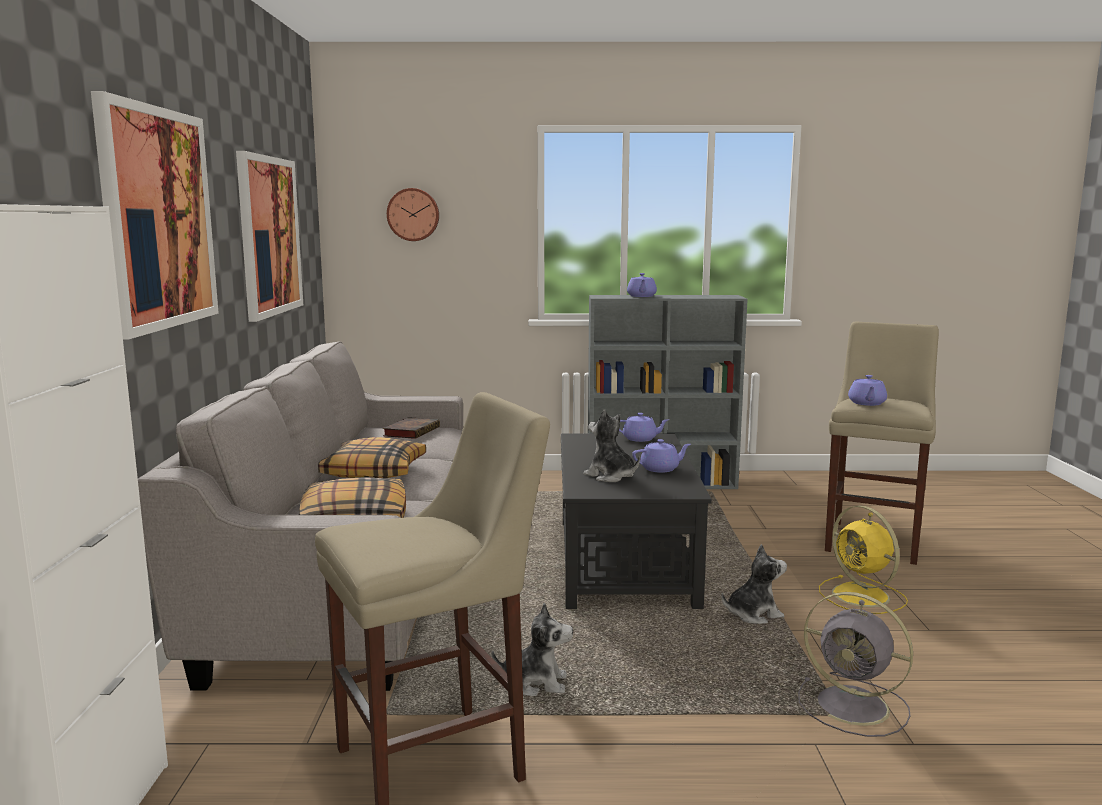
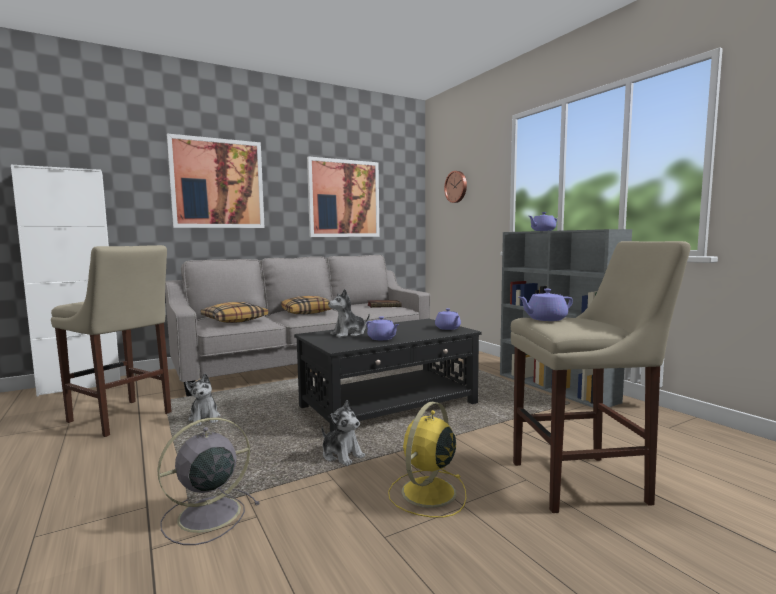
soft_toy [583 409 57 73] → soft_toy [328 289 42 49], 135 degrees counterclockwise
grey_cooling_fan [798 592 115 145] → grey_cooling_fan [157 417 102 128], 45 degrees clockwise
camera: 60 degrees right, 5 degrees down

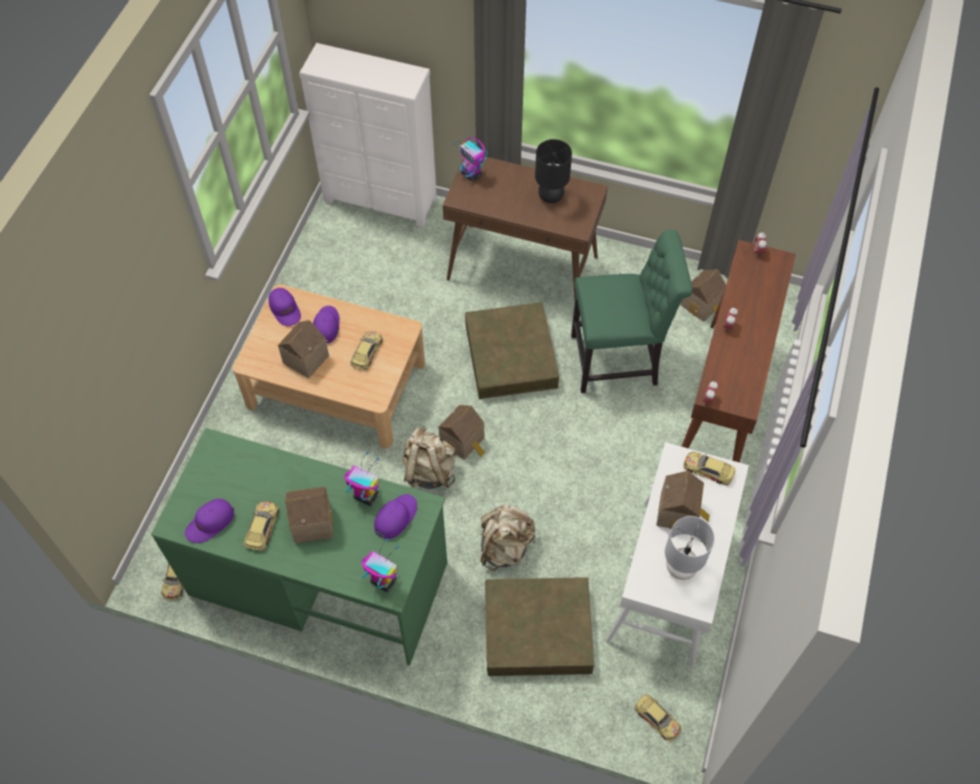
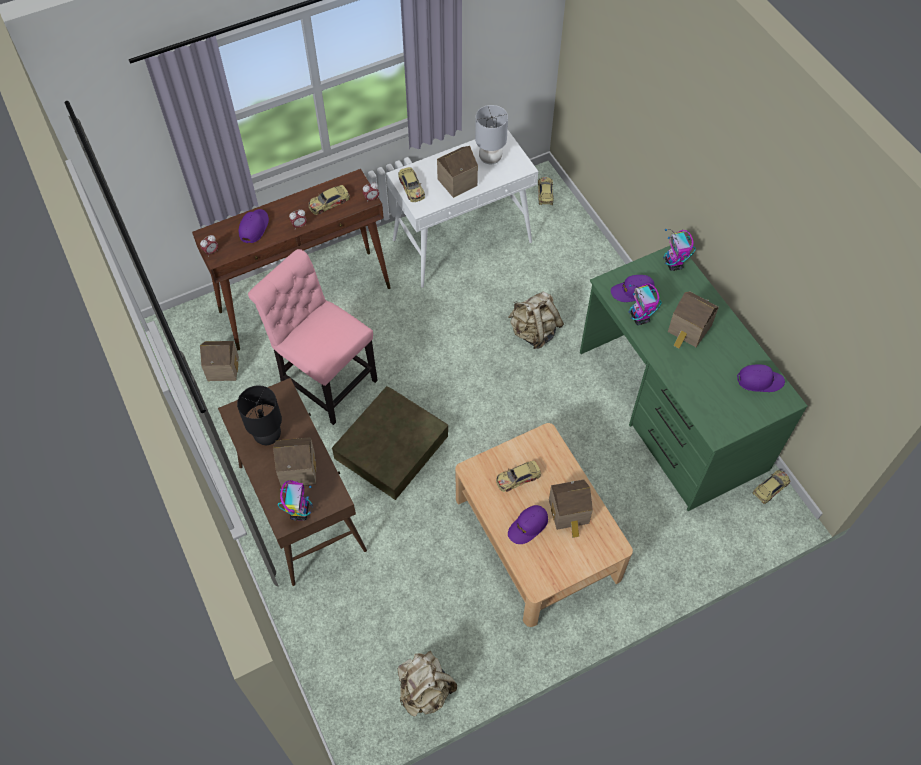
whitish_chest_of_drawers [299 43 138 184] → -
green_plain_chair [571 230 122 163] → pink_plain_chair [248 249 130 176]
purplish_cap [268 288 33 38] → purplish_cap [239 209 30 34], move
model_house [439 405 46 55] → model_house [273 437 43 50], move
beige_backpack [402 426 54 63] → beige_backpack [397 651 60 65], move
toy_car [244 501 35 50] → toy_car [308 185 42 30], move
brown_storage_box [485 577 109 99] → -
camera: 135 degrees left, 0 degrees up

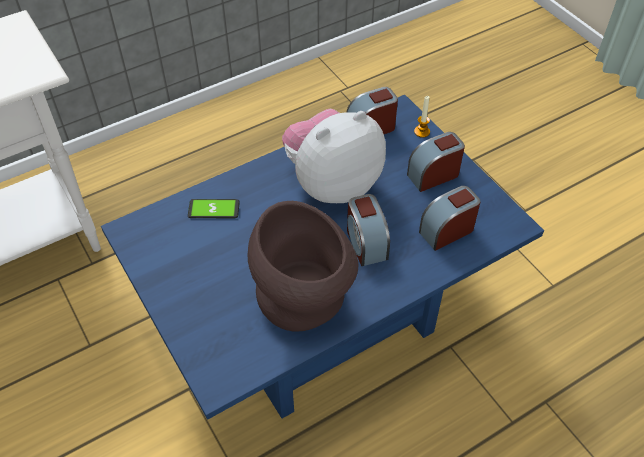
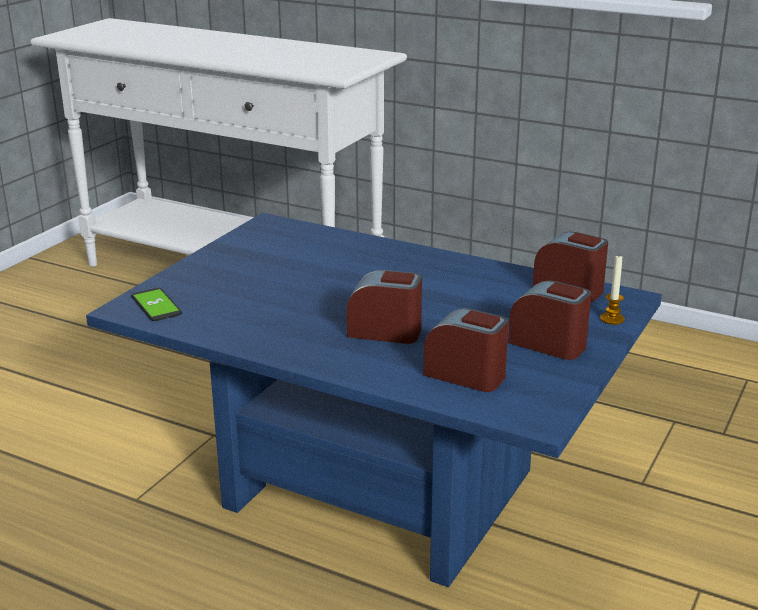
soft_toy [282 109 104 94] → -
alarm_clock [347 194 43 72] → alarm_clock [347 270 75 74], 60 degrees clockwise
handset [188 199 52 19] → handset [131 288 51 33], move
brown_flower_vase [248 201 110 131] → -
camera: 60 degrees right, 25 degrees down

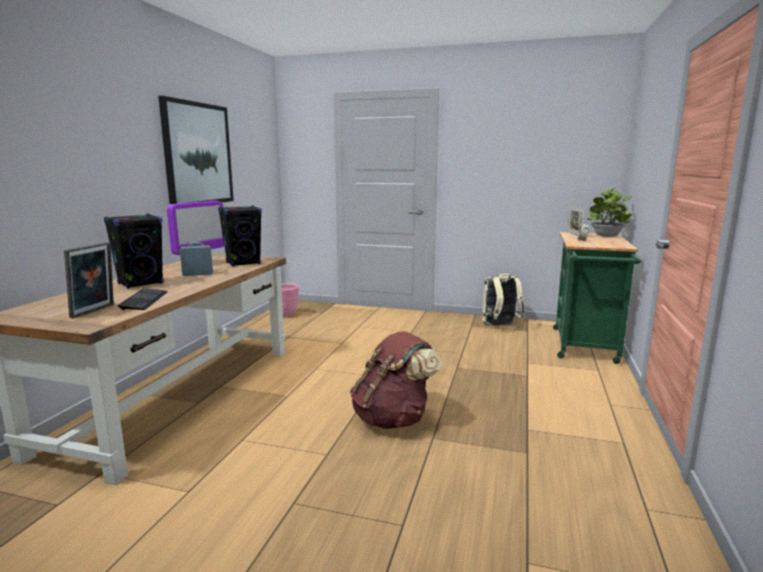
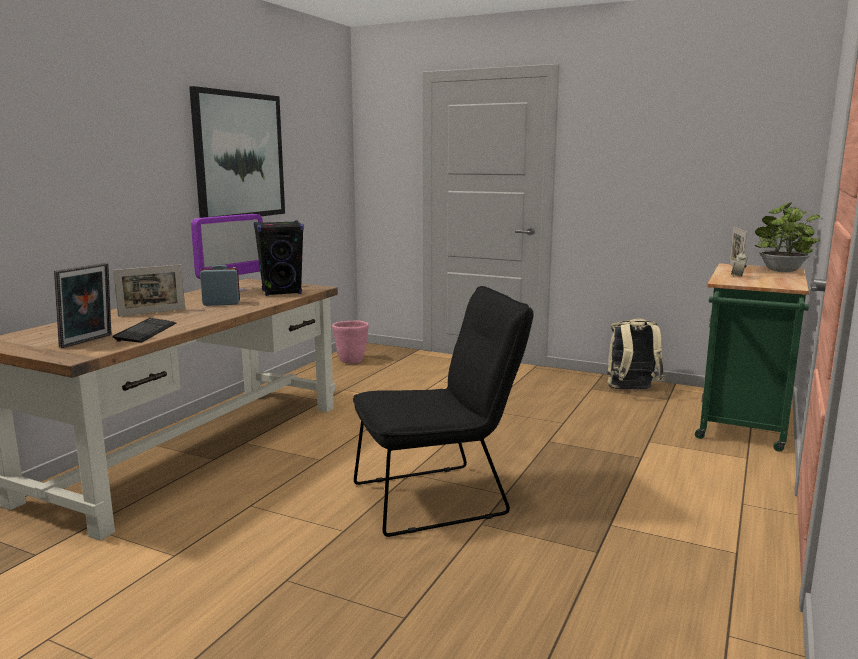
black_loudspeaker [104 214 60 75] → standing_frame [113 264 72 53]
brown_backpack [350 331 92 98] → black_plain_chair [353 286 181 251]
camera: 10 degrees right, 0 degrees up

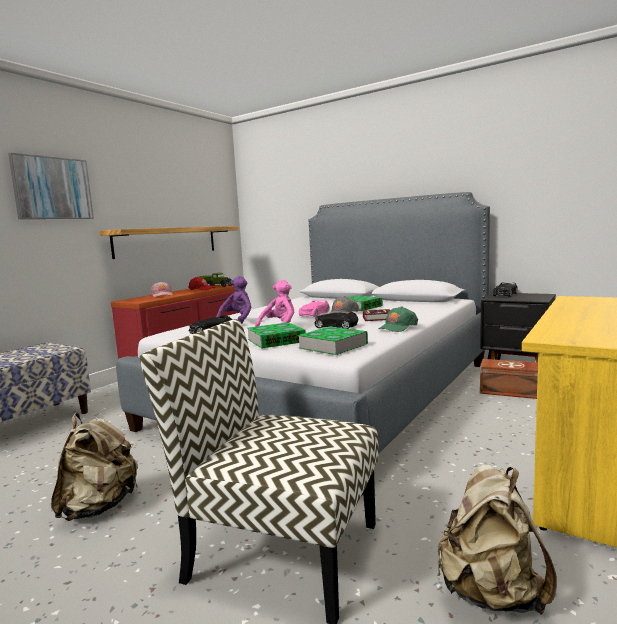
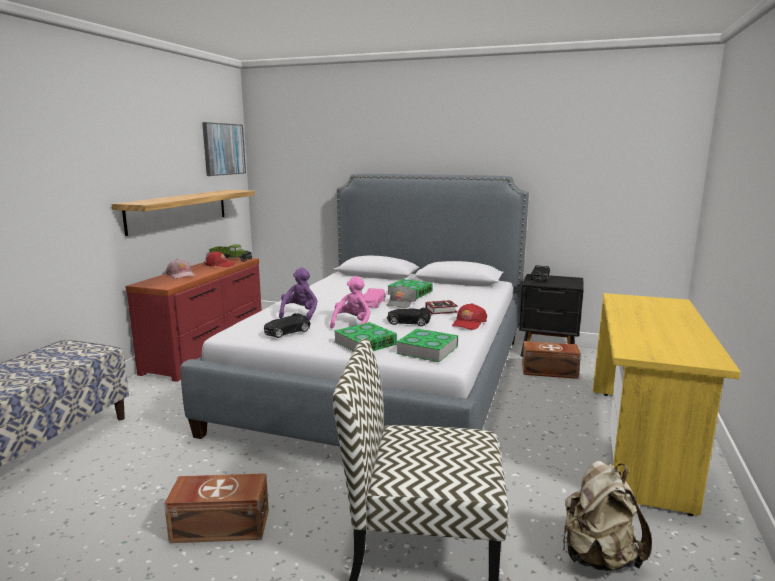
wall_art [8 153 86 66] → wall_art [202 122 44 54], move
green_cap [378 306 40 26] → red_cap [452 303 35 27]
beige_backpack [51 413 87 108] → brown_storage_box [164 473 105 70]
camera: 15 degrees left, 5 degrees up

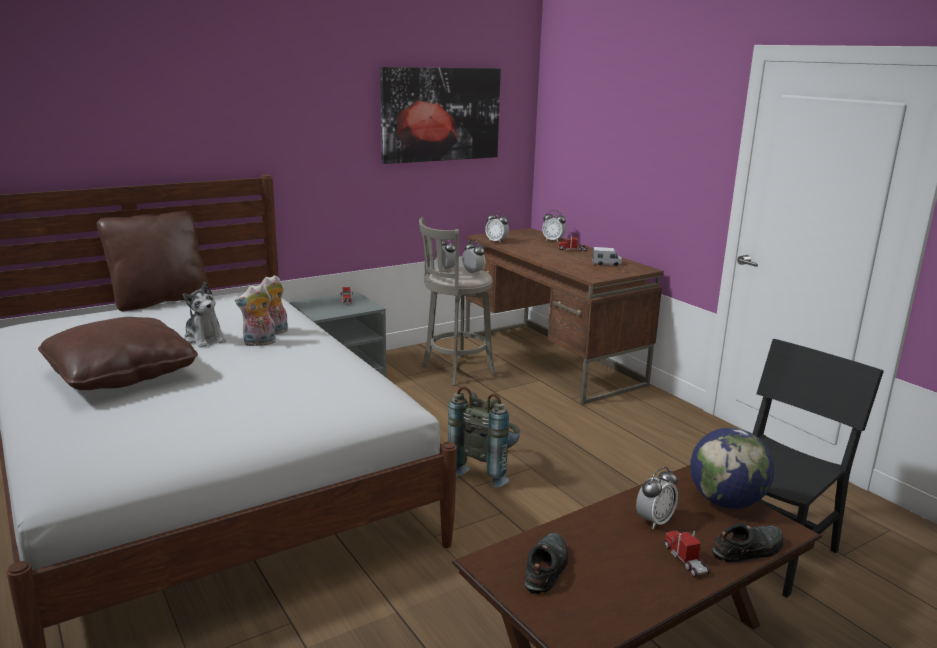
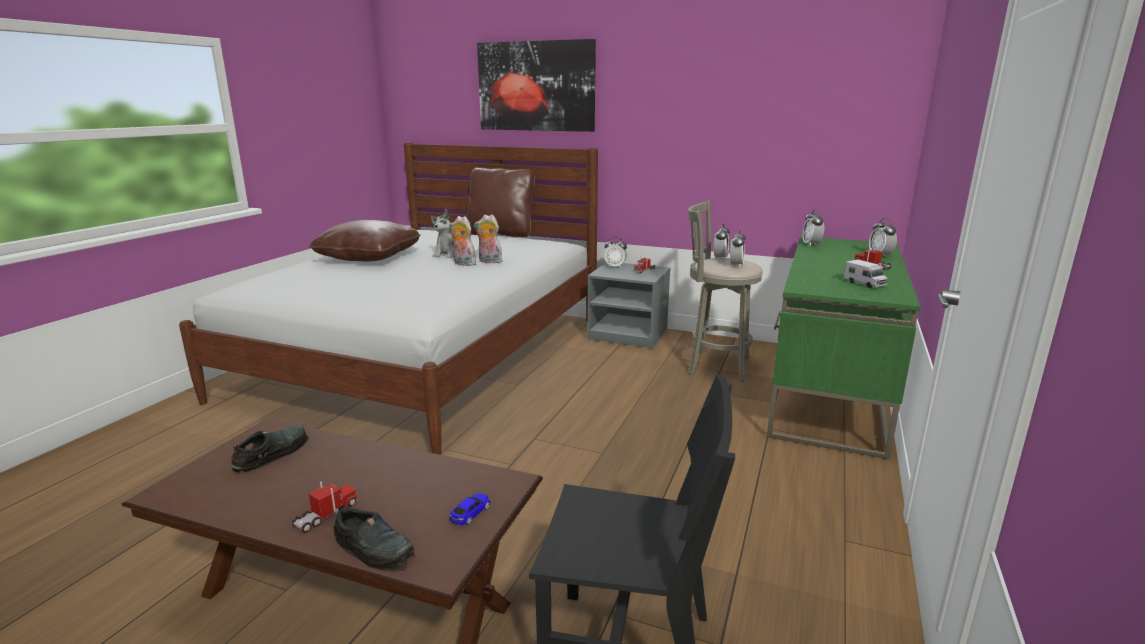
wall_art [380 67 121 97] → wall_art [477 39 119 93], move
brown_desk [465 228 199 177] → green_desk [767 236 153 224]
grey_backpack [448 386 72 102] → -
globe [690 428 84 81] → toy_car [449 493 41 33]
alarm_clock [636 467 42 62] → alarm_clock [604 237 23 31], move
black_item_of_footwear [525 533 43 61] → black_item_of_footwear [231 425 78 48], 45 degrees counterclockwise
camera: 55 degrees right, 0 degrees up

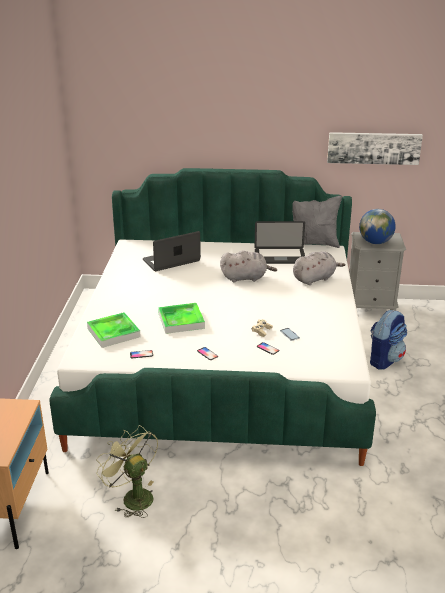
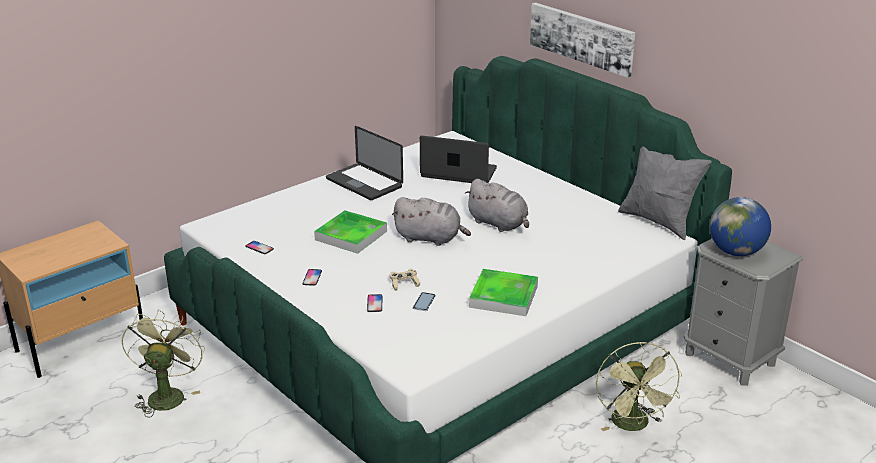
wall_art [327 132 96 33] → wall_art [530 3 106 75], move
laptop [254 221 51 43] → laptop [326 126 77 74], move
grey_soft_toy [293 251 52 34] → grey_soft_toy [392 197 79 49], move
backpack [370 310 37 60] → green_cooling_fan [596 342 86 89]
serving_tray [87 312 54 36] → serving_tray [469 269 69 47], move
camera: 45 degrees right, 0 degrees up

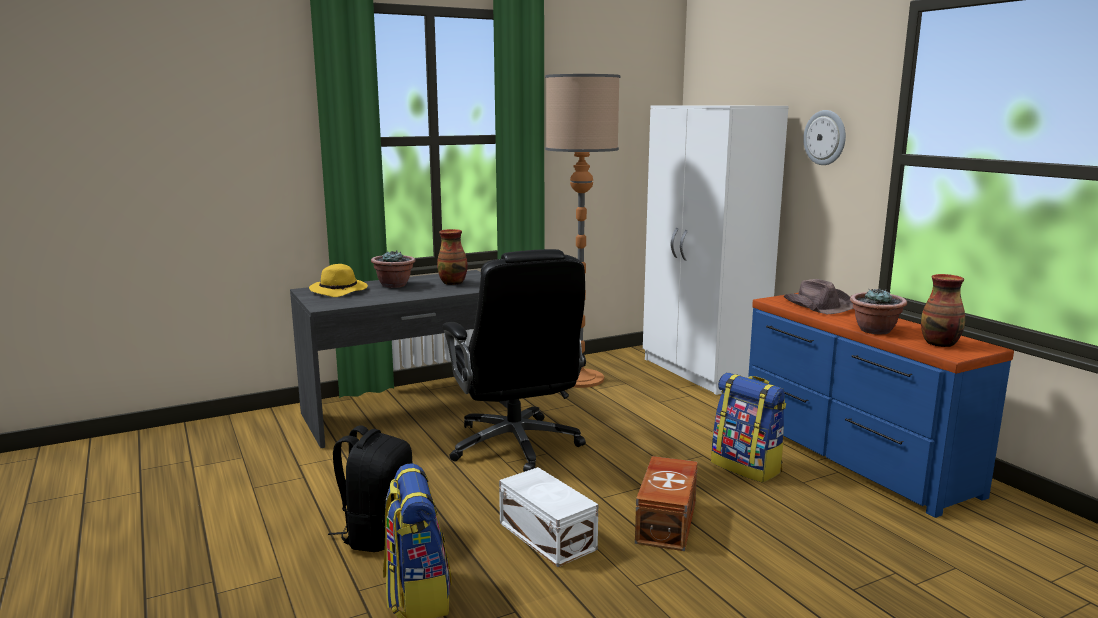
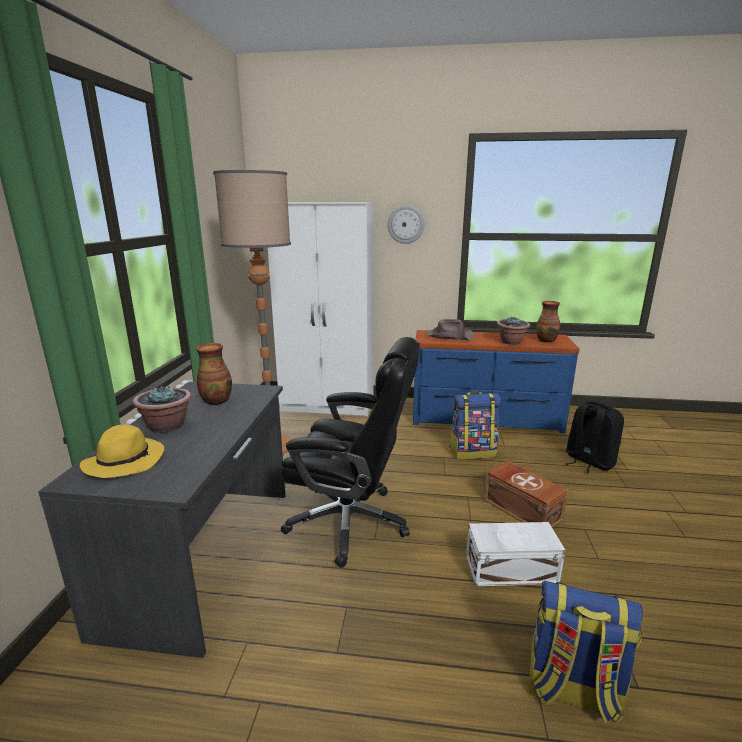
black_backpack [328 426 84 126] → black_backpack [566 401 58 72], move
camera: 55 degrees left, 5 degrees up

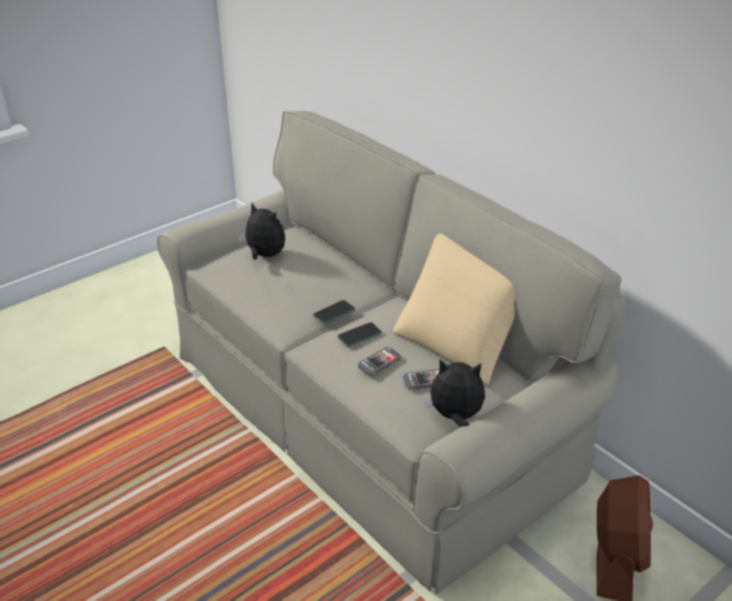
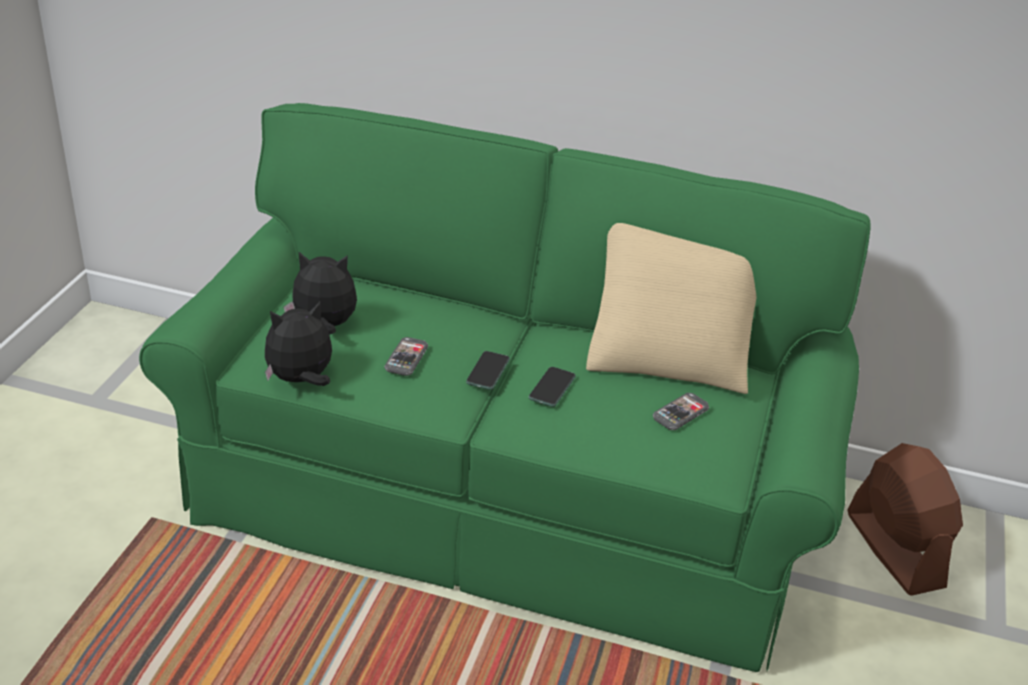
grey_settee [157 111 469 483] → green_settee [139 103 732 569]
handset [358 347 43 29] → handset [384 337 44 39], move
soft_toy [424 359 61 68] → soft_toy [265 302 67 84], move
camera: 35 degrees left, 0 degrees up

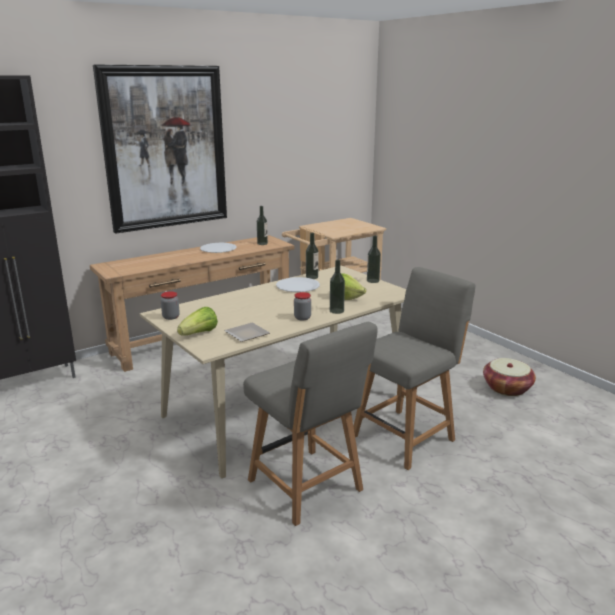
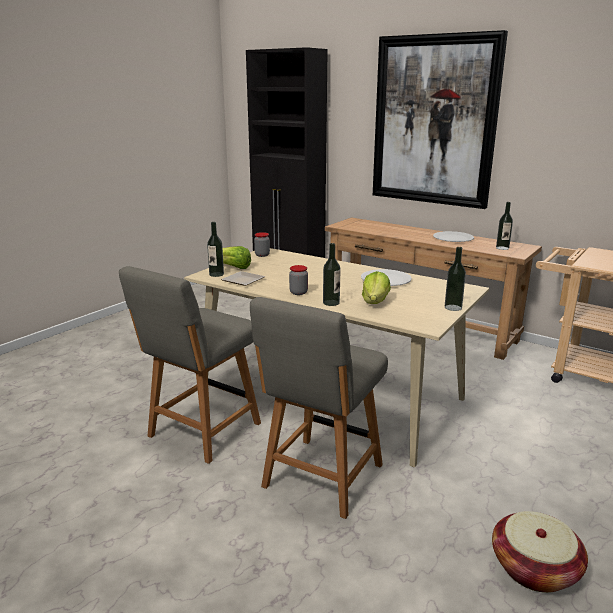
beverage_bottle [306 233 13 46] → beverage_bottle [207 222 17 55], move
grey_plain_chair [353 267 122 203] → grey_plain_chair [250 297 138 222], 90 degrees clockwise
camera: 70 degrees right, 0 degrees up

